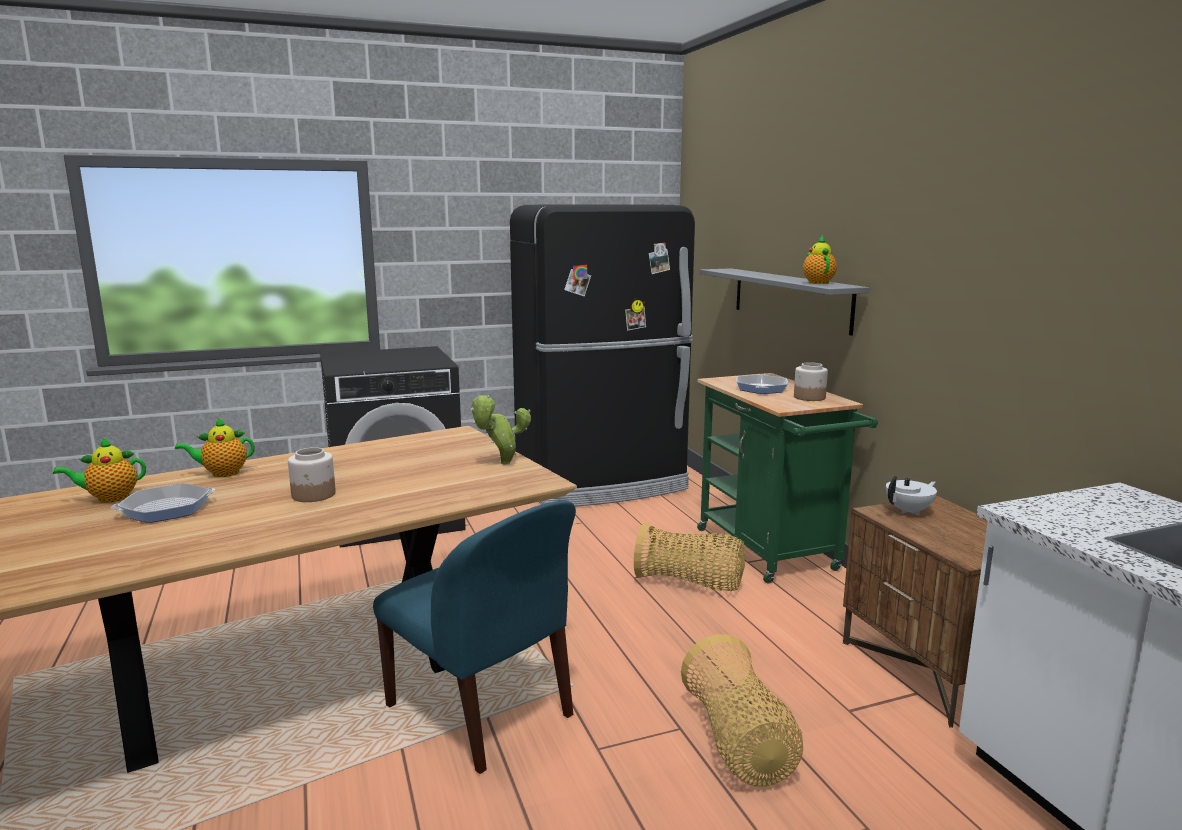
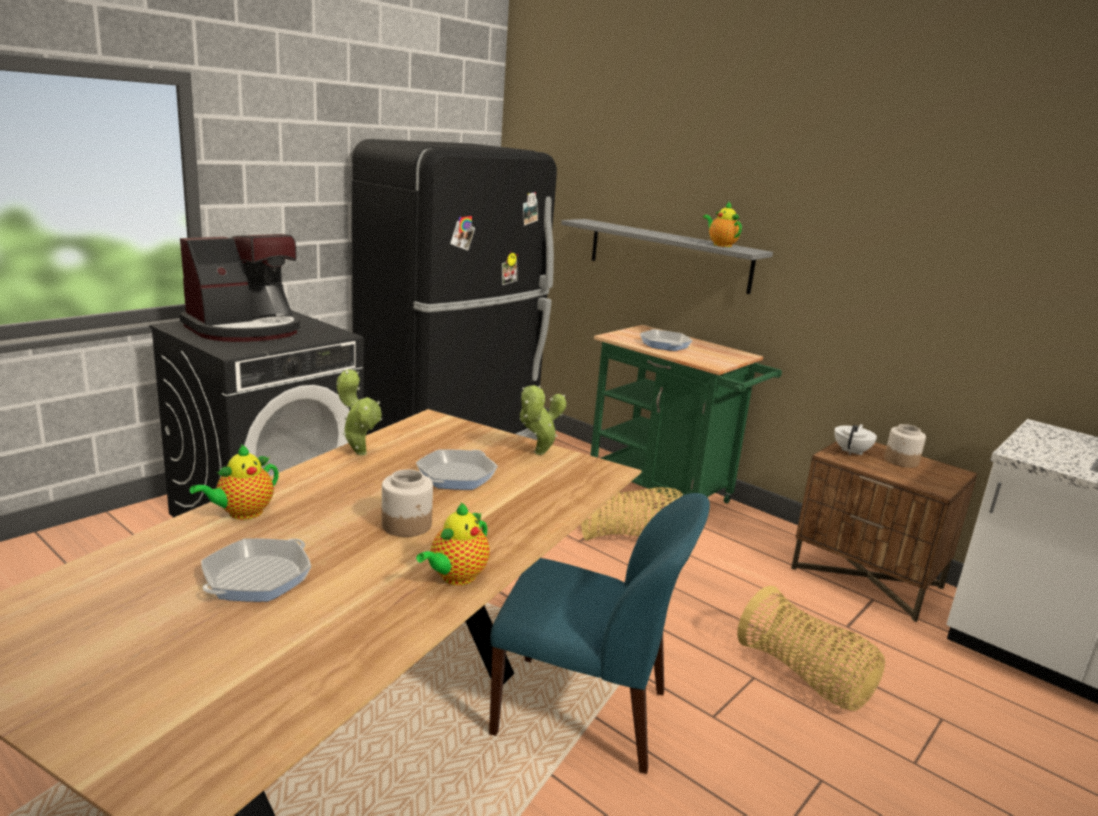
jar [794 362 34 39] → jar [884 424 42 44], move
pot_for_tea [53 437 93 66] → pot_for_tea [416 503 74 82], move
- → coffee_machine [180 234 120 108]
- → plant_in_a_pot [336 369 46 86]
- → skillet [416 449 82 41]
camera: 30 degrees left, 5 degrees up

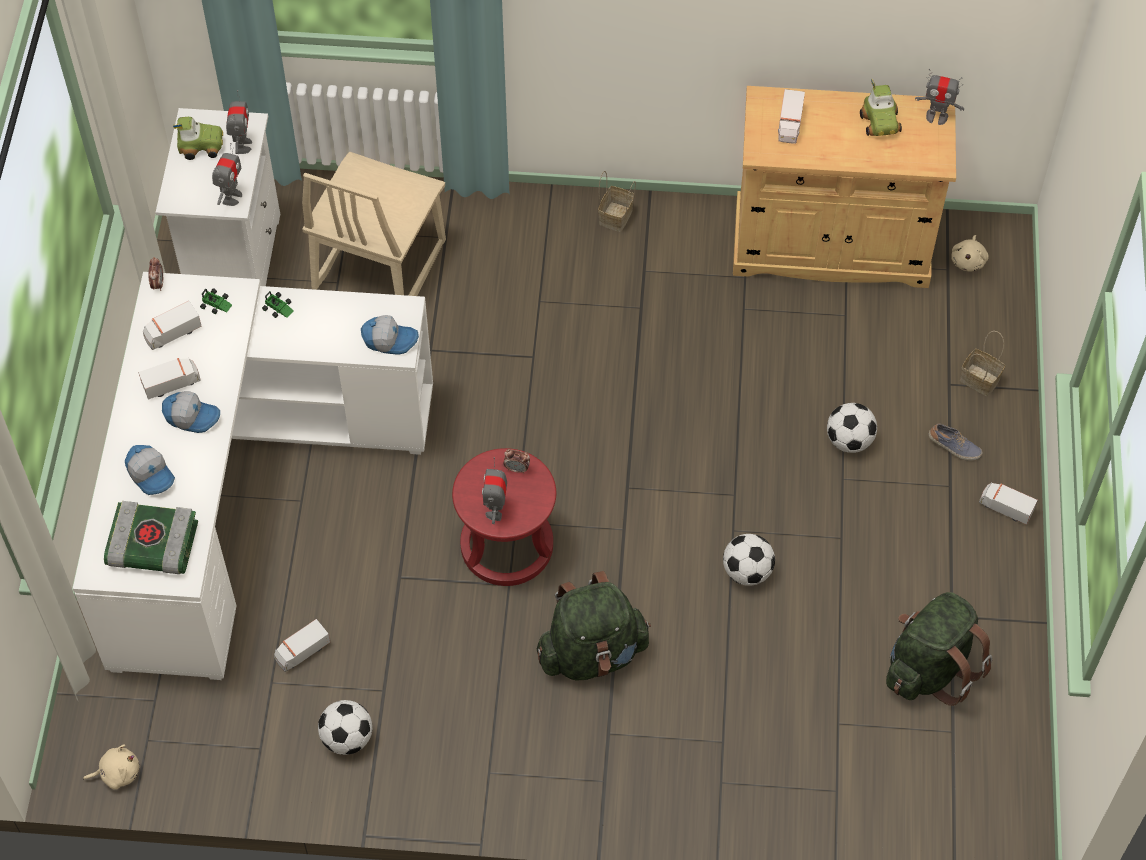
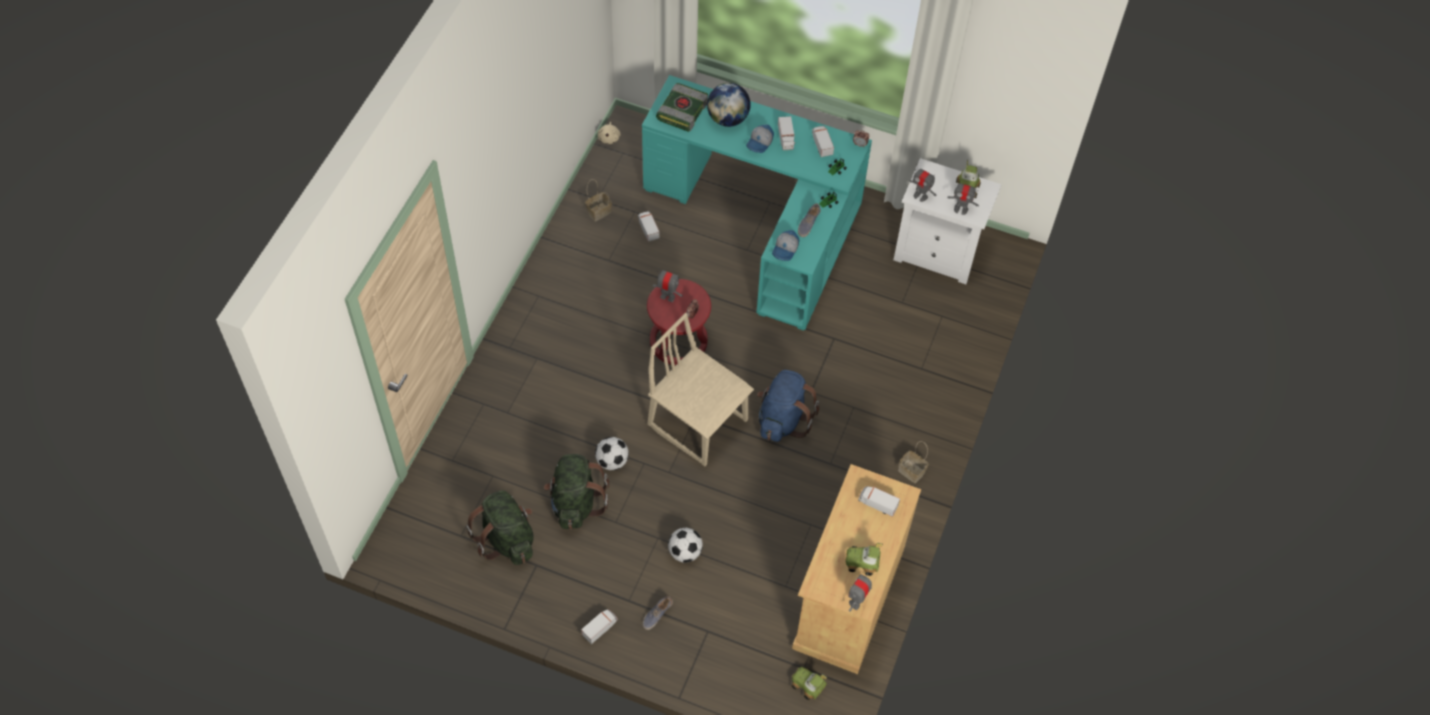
beige_plain_chair [302 152 144 144] → beige_plain_chair [647 313 107 153], move
beige_soft_toy [952 235 37 37] → toy_car [791 667 36 33]
whitish_desk [73 272 360 408] → turquoise-coloured_desk [642 75 230 256]
household_basket [960 331 45 65] → household_basket [585 179 27 43], move
cap [125 445 50 50] → globe [707 83 44 44]
green_backpack [537 571 114 109] → green_backpack [544 454 65 75], move
ball_for_football [318 700 55 55] → -
- → item_of_footwear [798 203 23 34]
- → blue-coloured_backpack [757 370 62 72]
camera: 105 degrees right, 0 degrees up

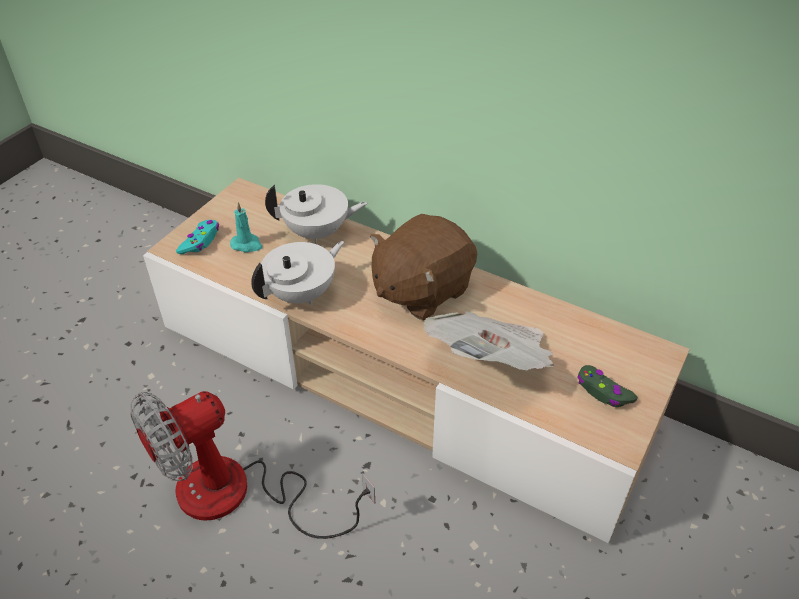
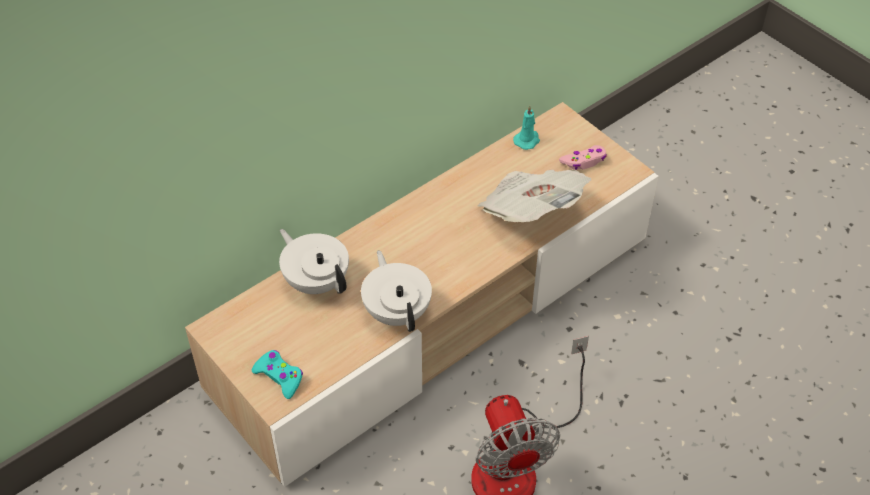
whitish_pot_for_tea [265 184 103 60] → whitish_pot_for_tea [279 229 70 65], 60 degrees counterclockwise
turquoise-coloured_wax_light [230 202 32 51] → turquoise-coloured_wax_light [513 106 27 44], move
brown_soft_toy [370 214 107 106] → -
green_joypad [577 365 61 42] → pink_joypad [559 145 48 25]
camera: 70 degrees left, 5 degrees up

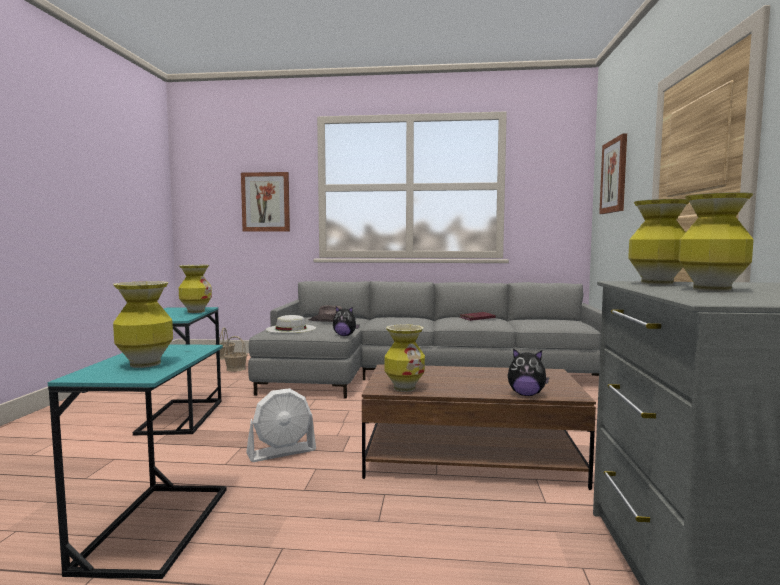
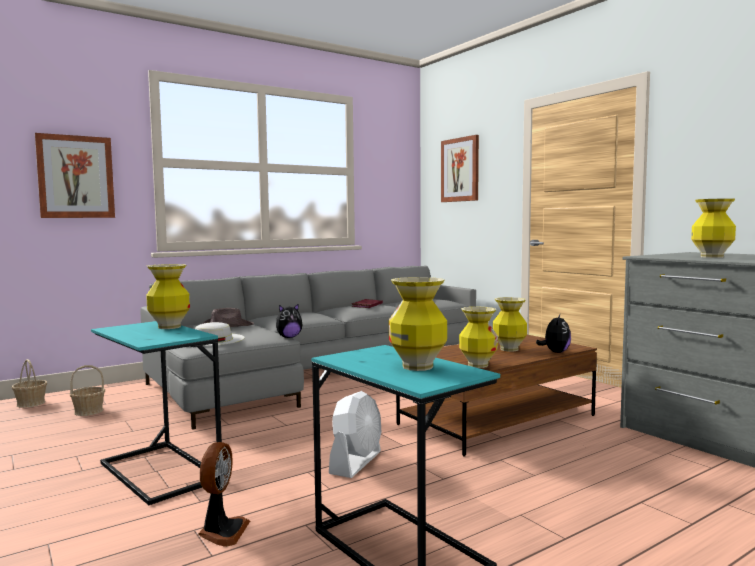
flower_vase [628 199 61 86] → flower_vase [493 297 34 55], move
soft_toy [508 349 41 47] → soft_toy [536 314 35 39], 45 degrees counterclockwise
- → cooling_fan [198 442 52 105]
camera: 40 degrees left, 0 degrees up

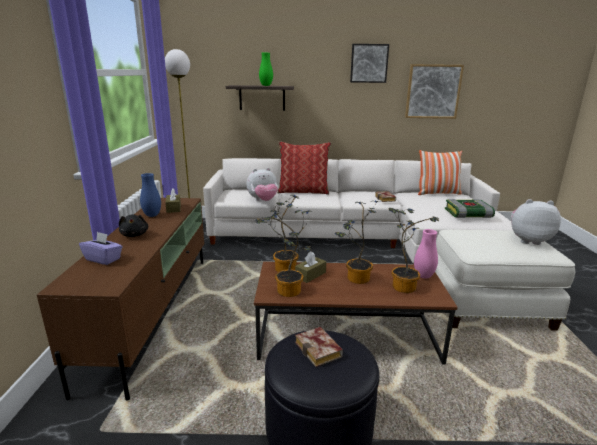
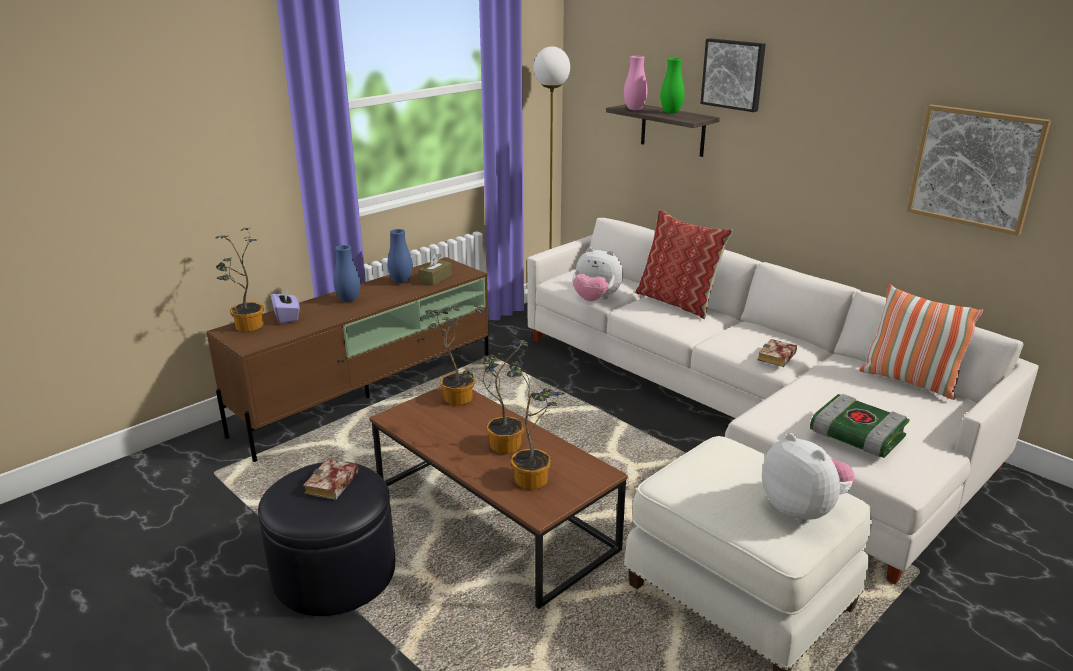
wall_art [350 44 39 39] → wall_art [700 38 66 74], move
plant_in_a_pot [264 204 48 93] → plant_in_a_pot [215 228 49 104], move
black_soft_toy [119 215 29 22] → blue-coloured_flower_vase [334 245 26 57]
pink_flower_vase [414 229 24 50] → pink_flower_vase [624 56 23 54], move
brown_tissue_box [295 251 31 32] → -
camera: 45 degrees right, 5 degrees up

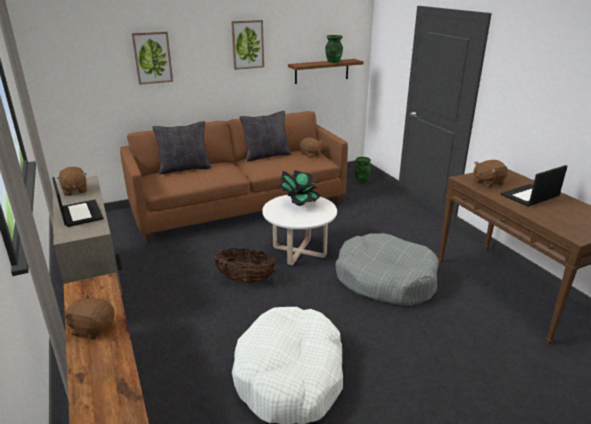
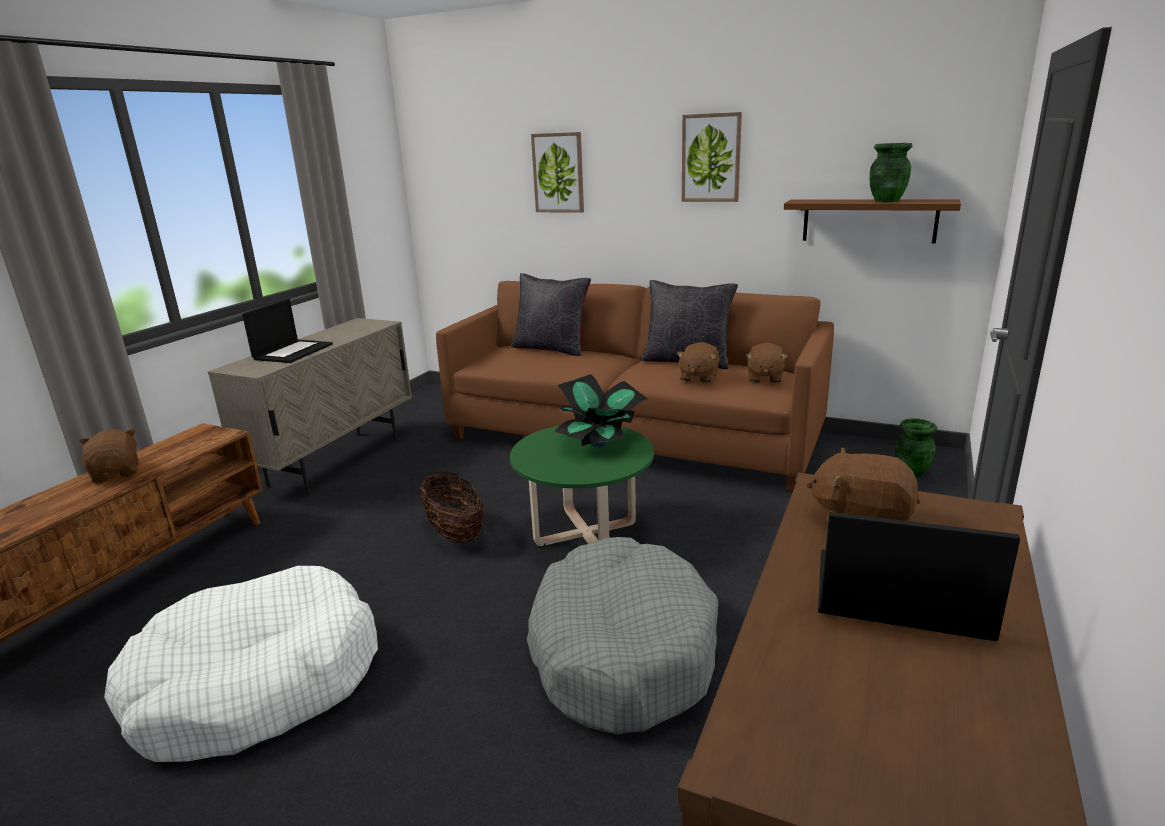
brown_soft_toy [57 167 30 29] → brown_soft_toy [676 342 44 42], move
whitish_coffee_table [262 195 75 70] → green_coffee_table [510 426 144 120]
camera: 50 degrees right, 5 degrees down

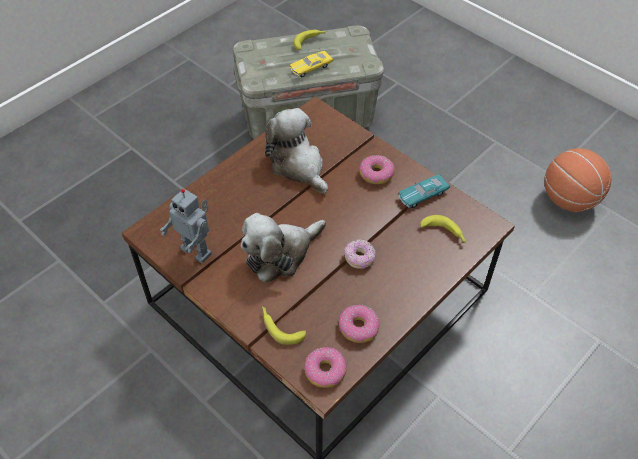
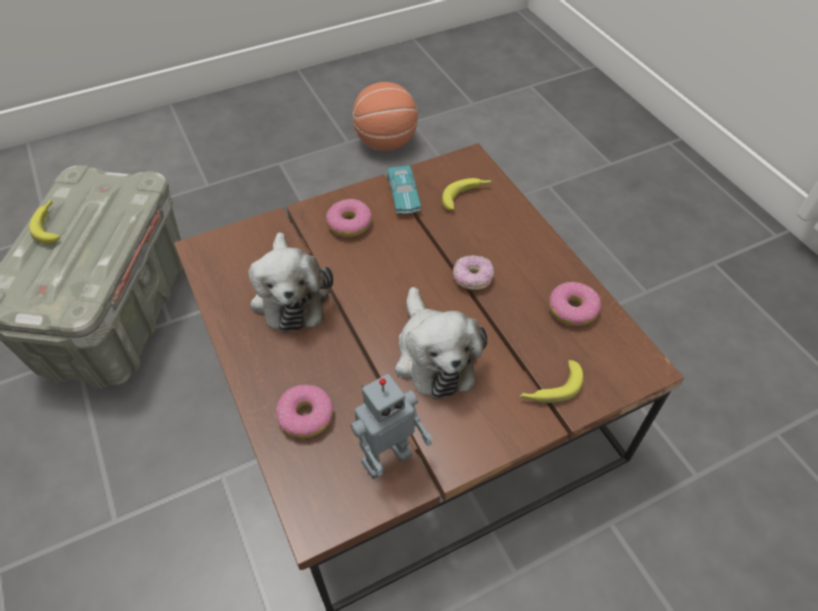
yellowish_toy_car [290 51 43 26] → -
soft_toy [265 108 63 85] → soft_toy [249 232 84 101], 90 degrees counterclockwise
ring_doughnut [304 347 43 41] → ring_doughnut [275 385 58 54], move
camera: 70 degrees left, 0 degrees up

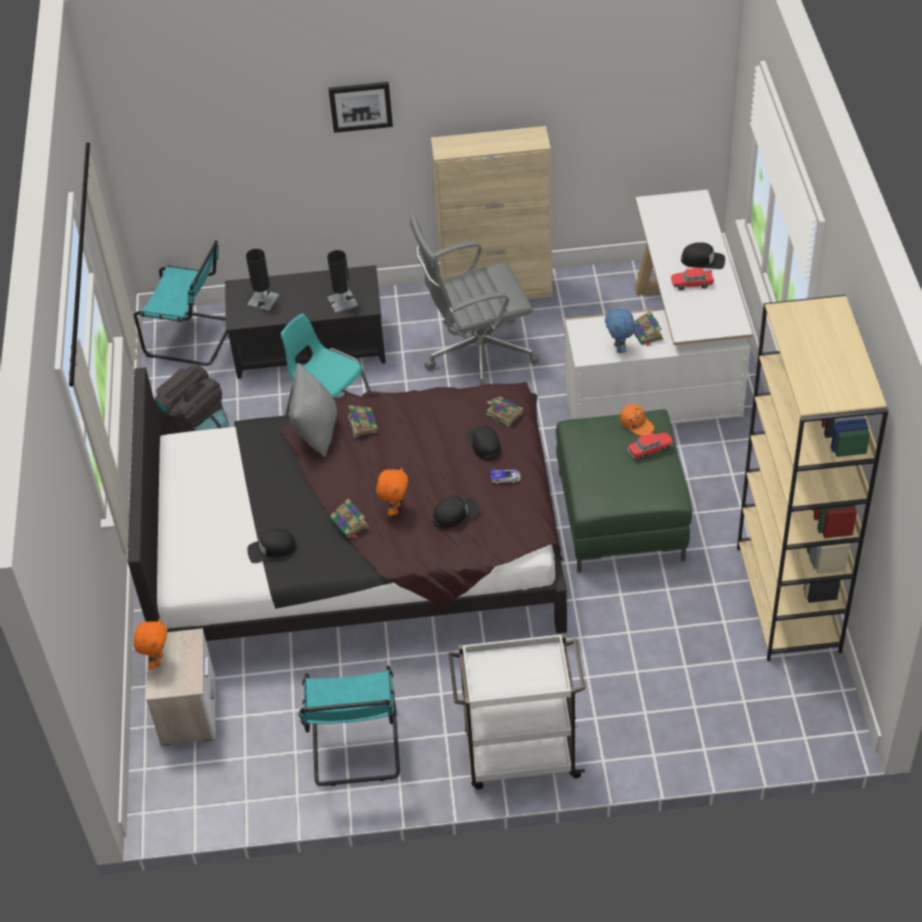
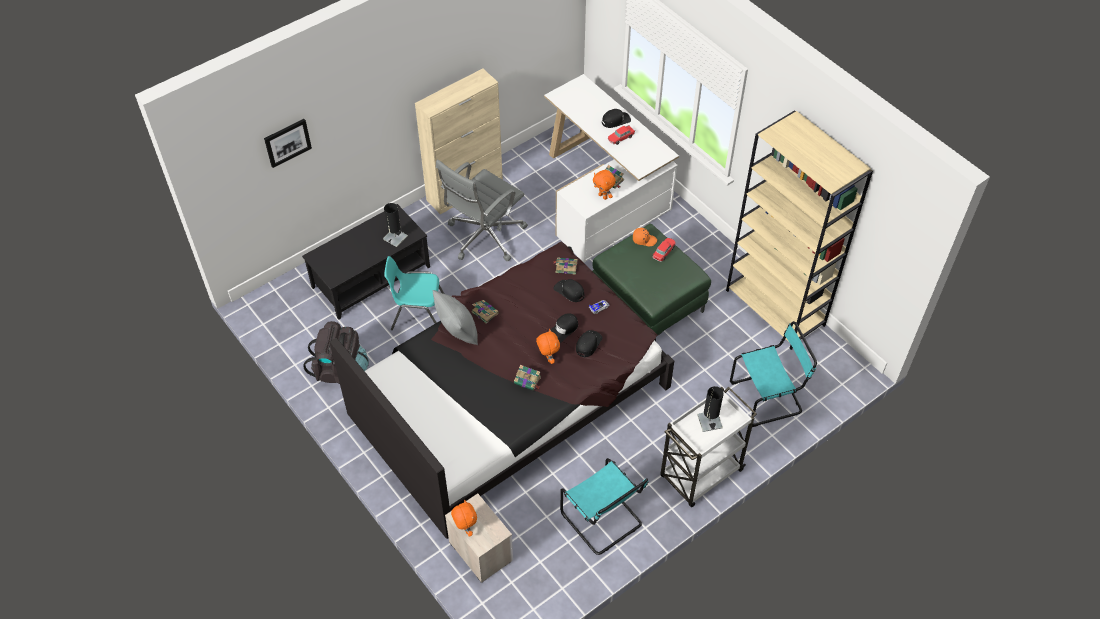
wall_art [328 82 65 51] → wall_art [264 119 48 49], move
turquoise-coloured_plain_chair [134 240 94 126] → turquoise-coloured_plain_chair [730 321 87 106], move
black_lamp_for_a_table [246 249 33 62] → black_lamp_for_a_table [697 386 27 46], move
blue-coloured_soft_toy [605 308 30 45] → orangey_soft_toy [593 170 23 30]
black_cap [247 529 50 34] → black_cap [551 313 27 30], move
camera: 35 degrees left, 5 degrees up

